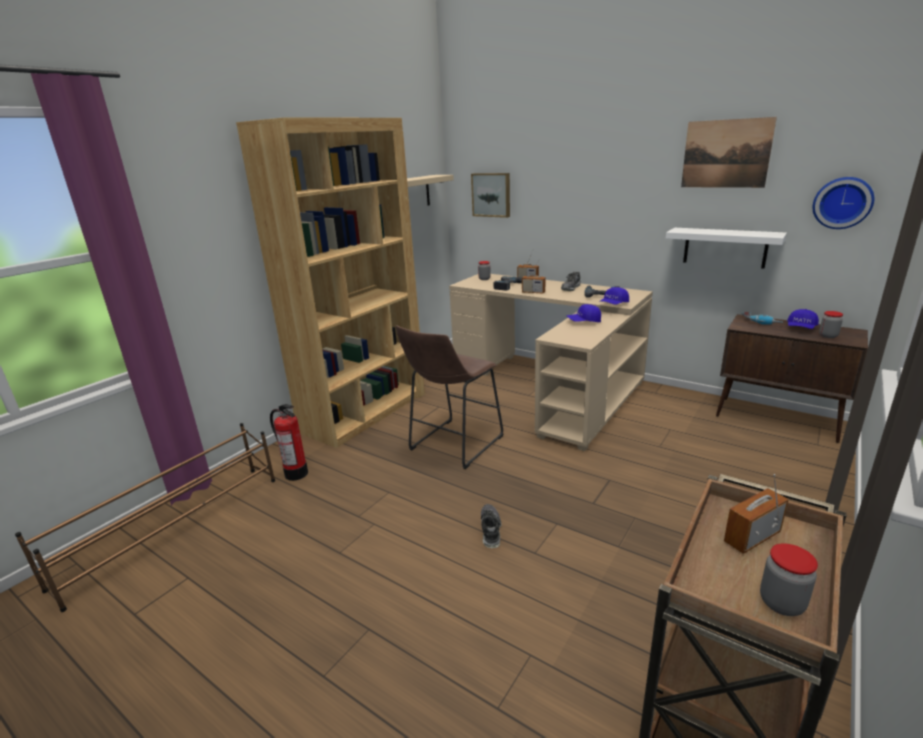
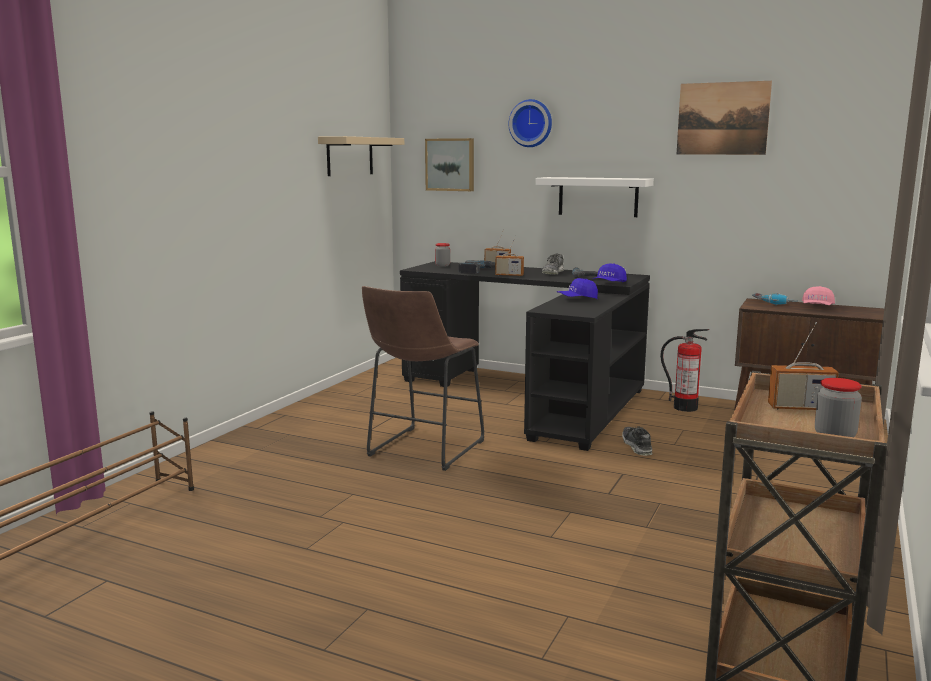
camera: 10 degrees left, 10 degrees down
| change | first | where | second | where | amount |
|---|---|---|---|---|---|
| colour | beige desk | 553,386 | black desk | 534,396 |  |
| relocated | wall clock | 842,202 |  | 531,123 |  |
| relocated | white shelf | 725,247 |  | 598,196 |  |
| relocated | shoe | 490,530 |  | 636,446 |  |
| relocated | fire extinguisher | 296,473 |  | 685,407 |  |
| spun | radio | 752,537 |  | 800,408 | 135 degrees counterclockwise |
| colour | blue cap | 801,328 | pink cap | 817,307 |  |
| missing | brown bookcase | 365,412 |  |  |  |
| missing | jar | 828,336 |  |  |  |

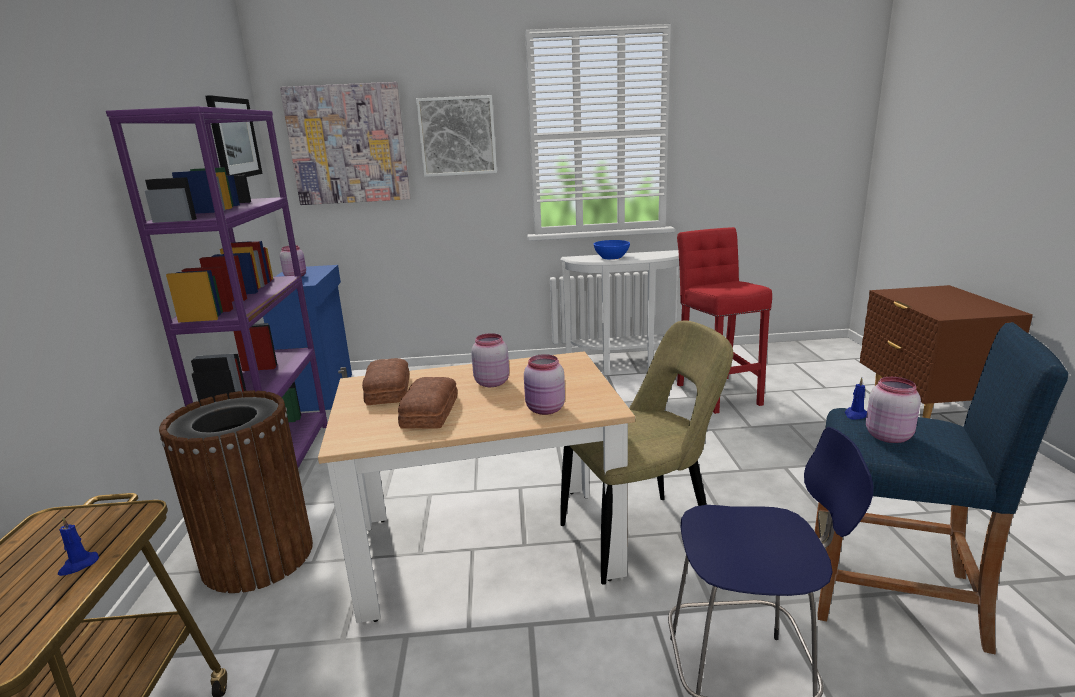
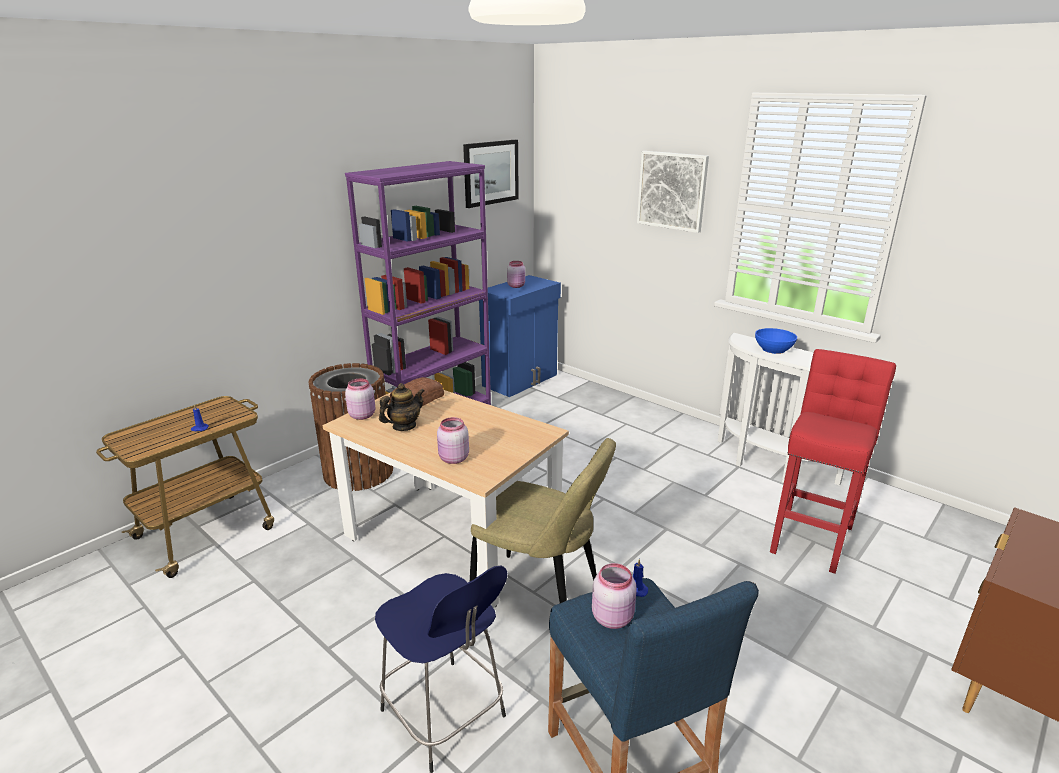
camera: 45 degrees right, 5 degrees up
| change | first | where | second | where | amount |
|---|---|---|---|---|---|
| relocated | pink jar | 491,382 |  | 362,415 |  |
| exchanged | bread | 428,412 | teapot | 404,426 |  |
| missing | picture | 348,144 |  |  |  |

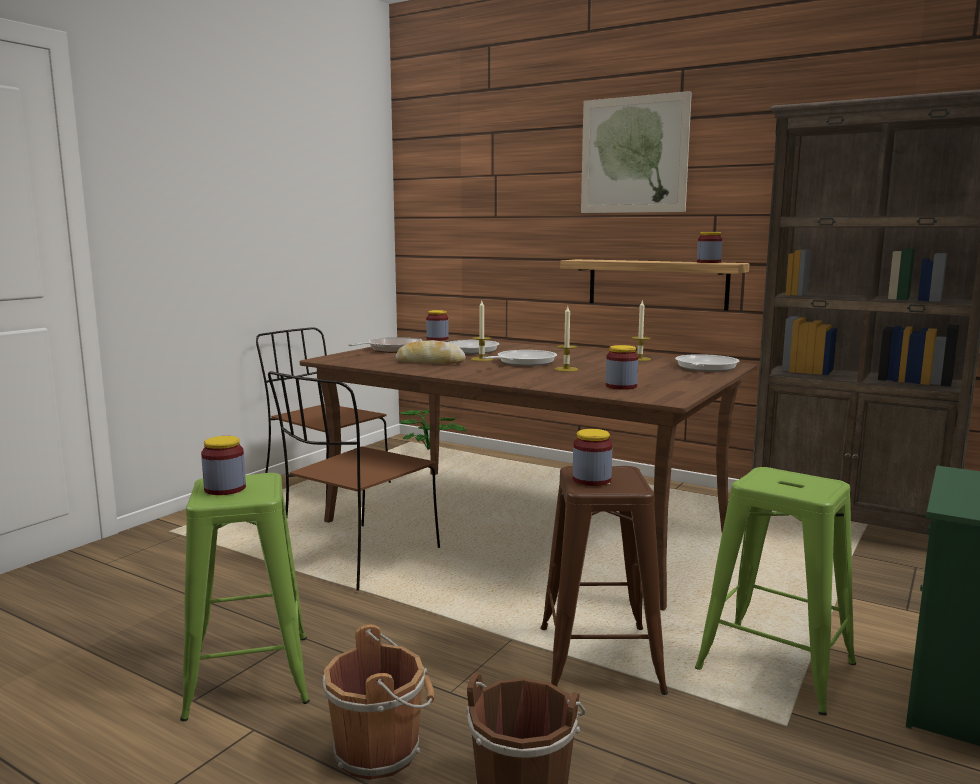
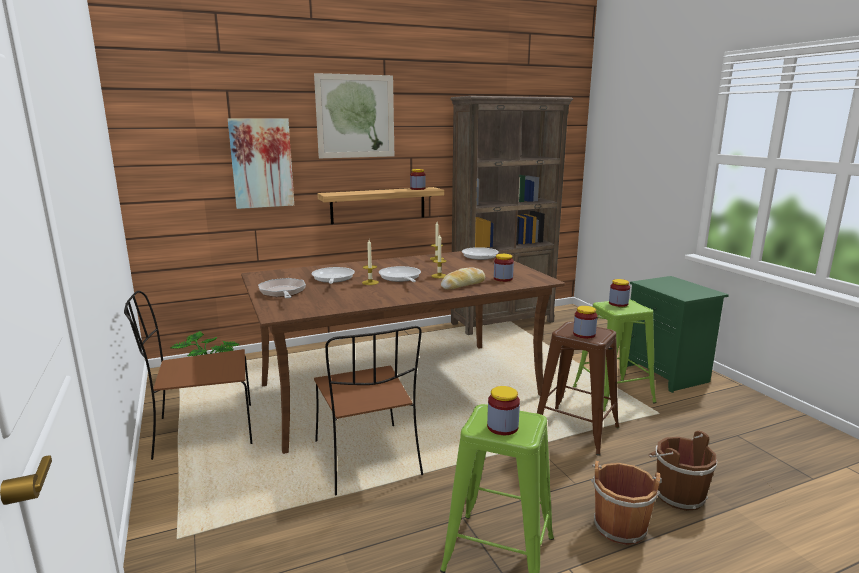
camera: 55 degrees left, 5 degrees up
| change | first | where | second | where | amount |
|---|---|---|---|---|---|
| appeared |  |  | picture | 261,163 |  |
| relocated | bread | 430,362 |  | 463,284 |  |
| relocated | jar | 437,339 |  | 618,304 |  |

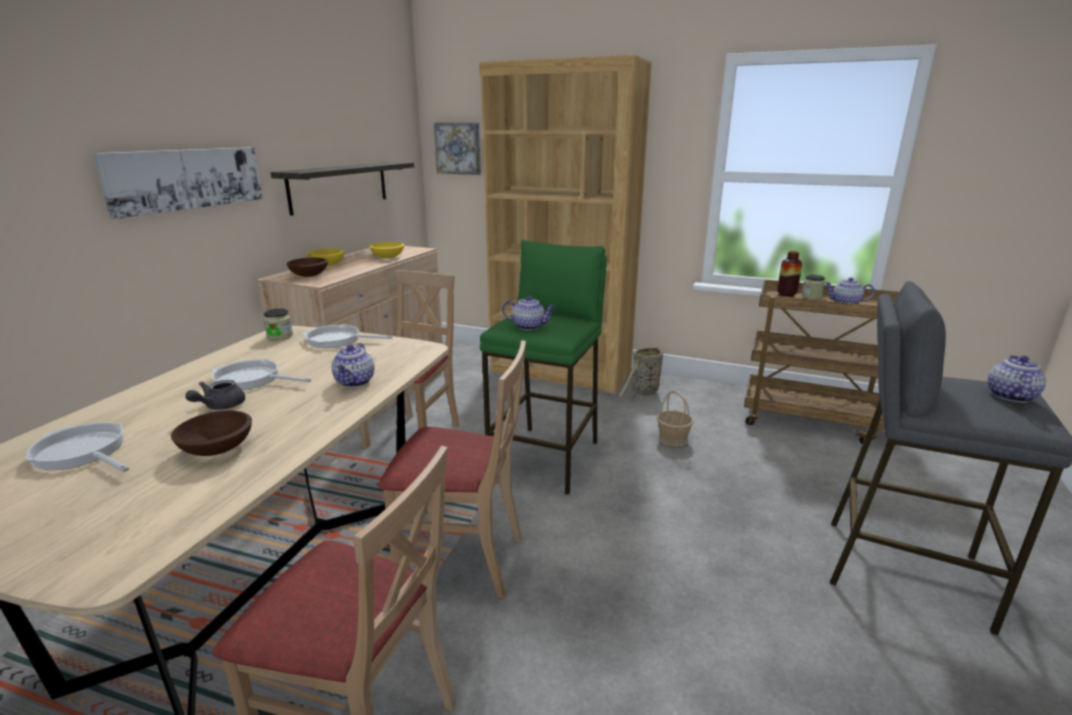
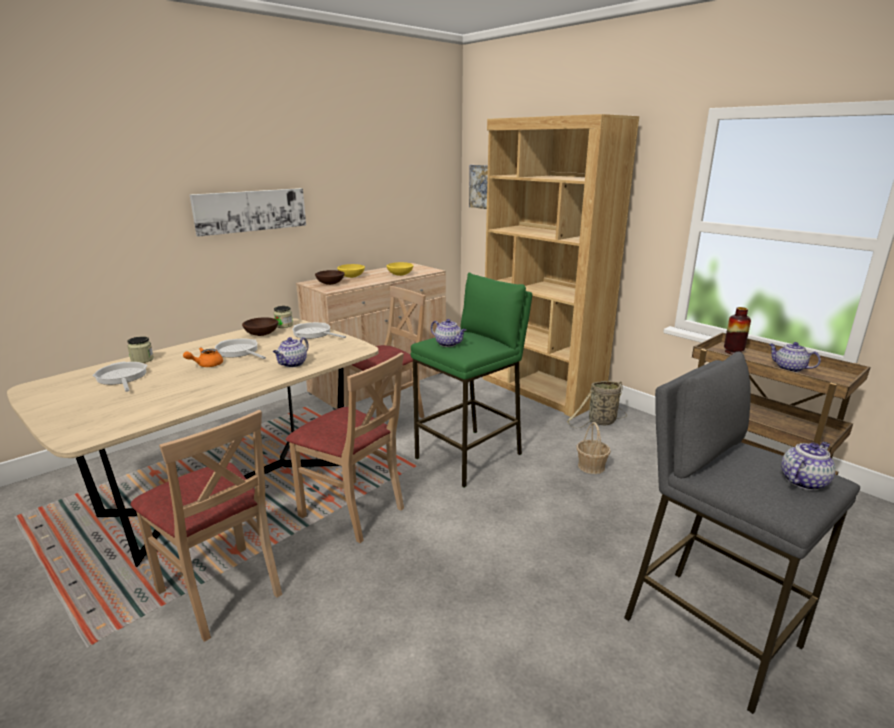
camera: 25 degrees right, 0 degrees up
| change | first | where | second | where | amount |
|---|---|---|---|---|---|
| relocated | jar | 811,296 |  | 142,360 |  |
| colour | grey teapot | 219,406 | orange teapot | 206,365 |  |
| relocated | brown bowl | 217,448 |  | 261,334 |  |
| missing | shelf | 339,186 |  |  |  |

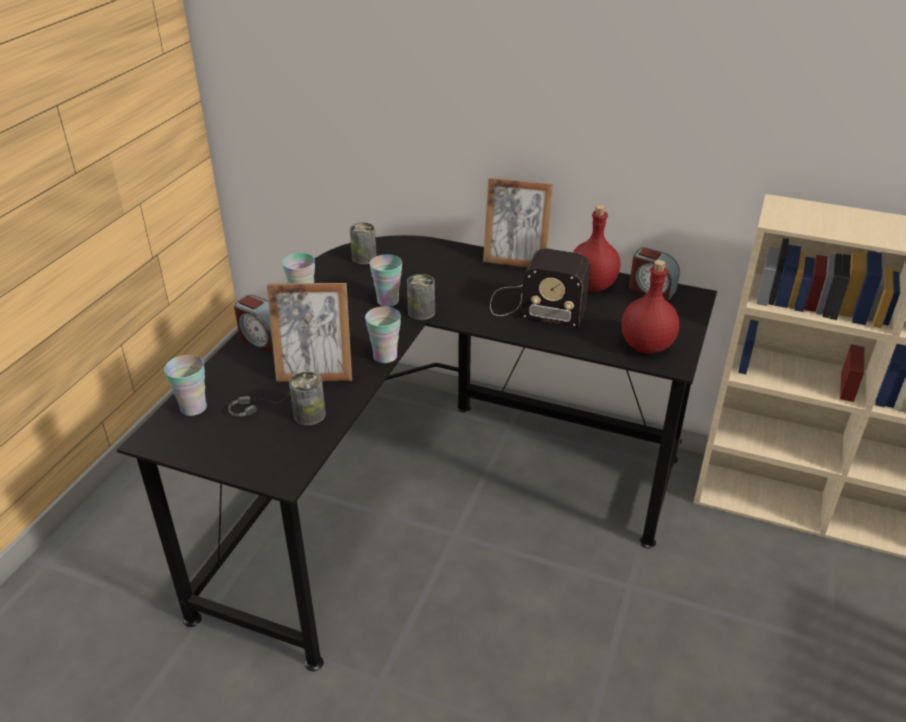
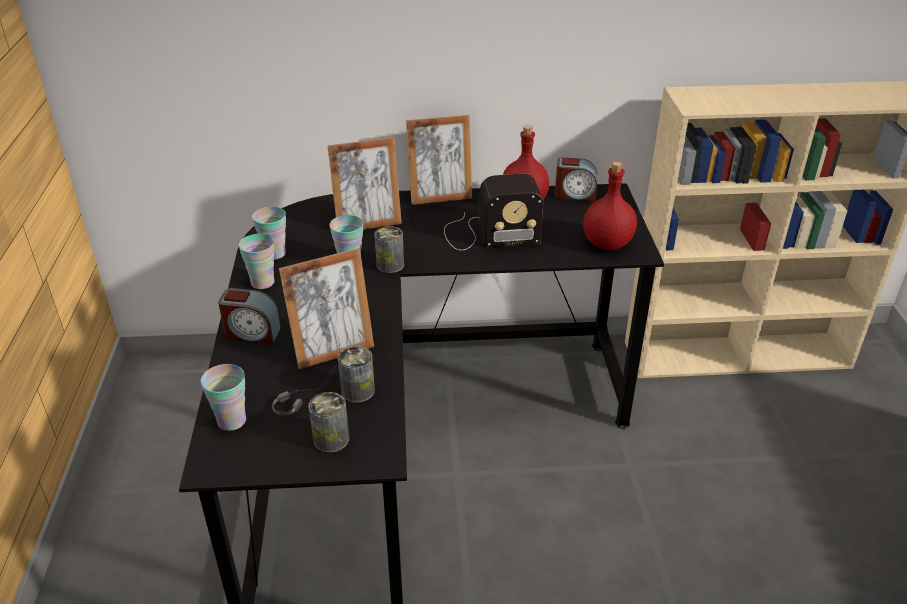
camera: 25 degrees left, 0 degrees up
| change | first | where | second | where | amount |
|---|---|---|---|---|---|
| relocated | cup | 385,356 |  | 274,254 |  |
| relocated | can | 364,258 |  | 331,439 |  |
| appeared |  |  | picture frame | 368,223 |  |

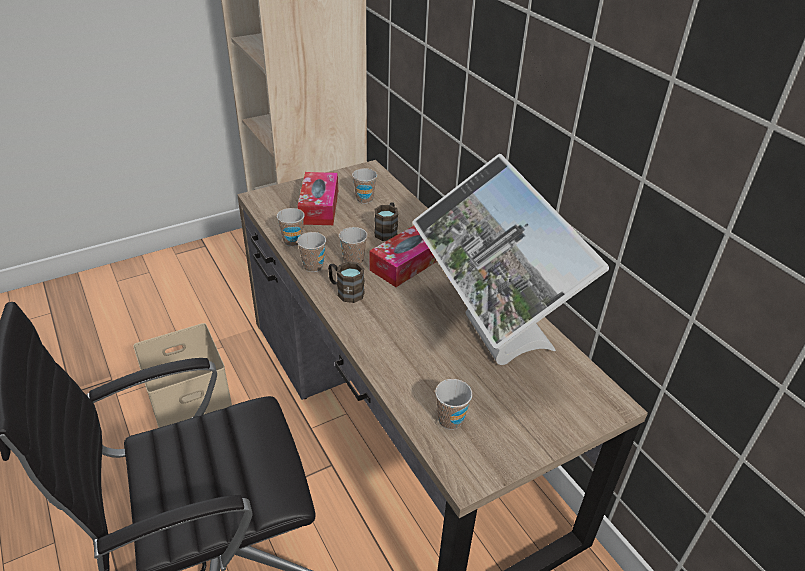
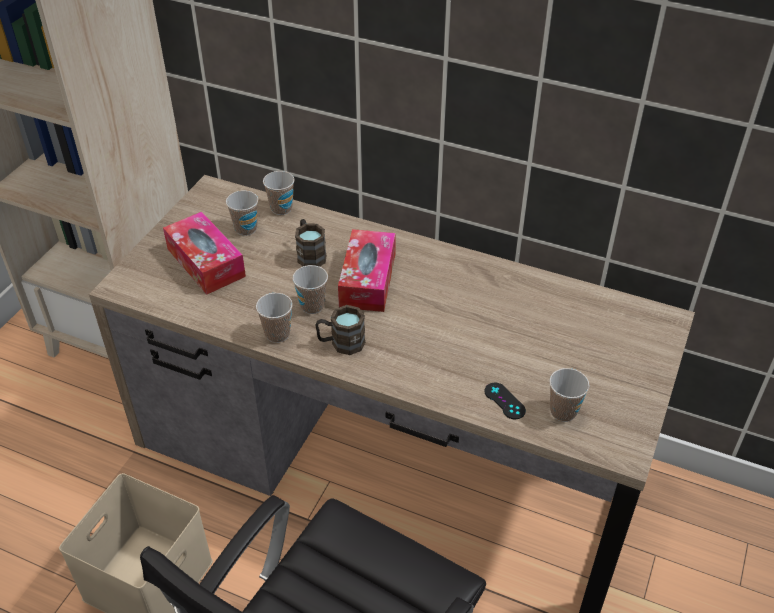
camera: 35 degrees left, 5 degrees up
| change | first | where | second | where | amount |
|---|---|---|---|---|---|
| relocated | cup | 292,241 |  | 281,208 |  |
| appeared |  |  | black game controller | 504,401 |  |
| missing | monitor | 488,339 |  |  |  |

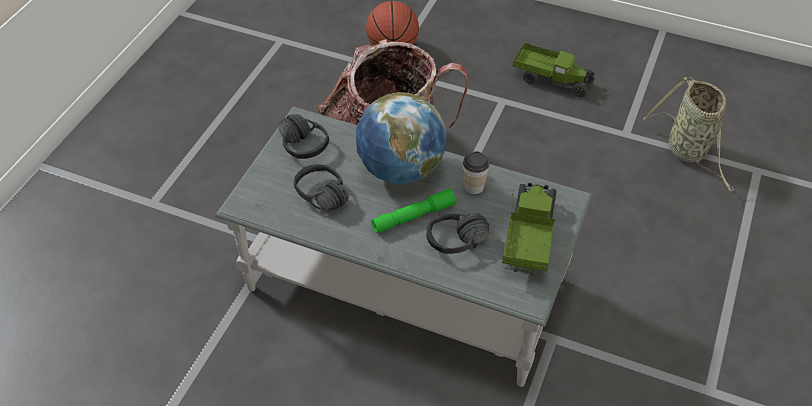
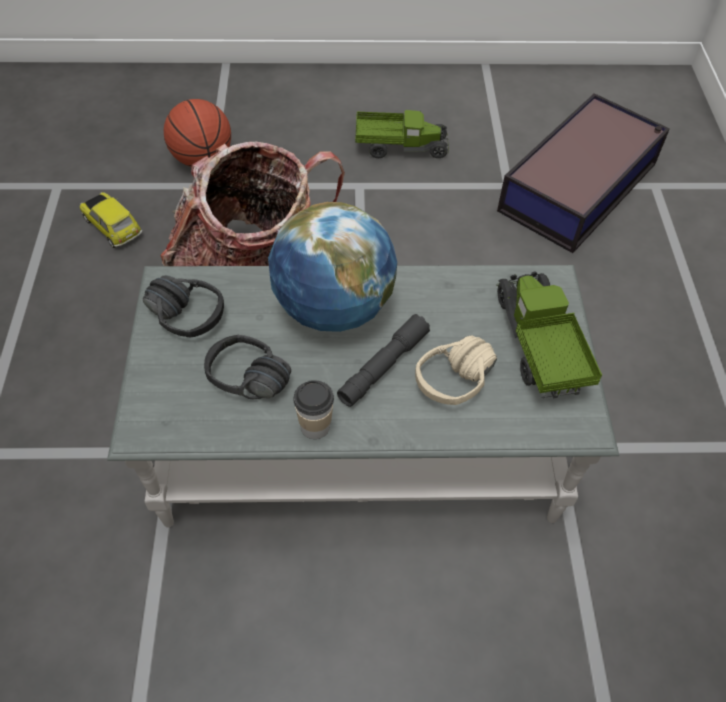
camera: 25 degrees left, 5 degrees up
| change | first | where | second | where | amount |
|---|---|---|---|---|---|
| appeared |  |  | toy car | 114,226 |  |
| relocated | cup | 474,187 |  | 315,426 |  |
| colour | green flashlight | 413,216 | grey flashlight | 383,366 |  |
| colour | black headphones | 460,248 | beige headphones | 464,388 |  |
| exchanged | basket | 688,152 | storage box | 580,186 |  |

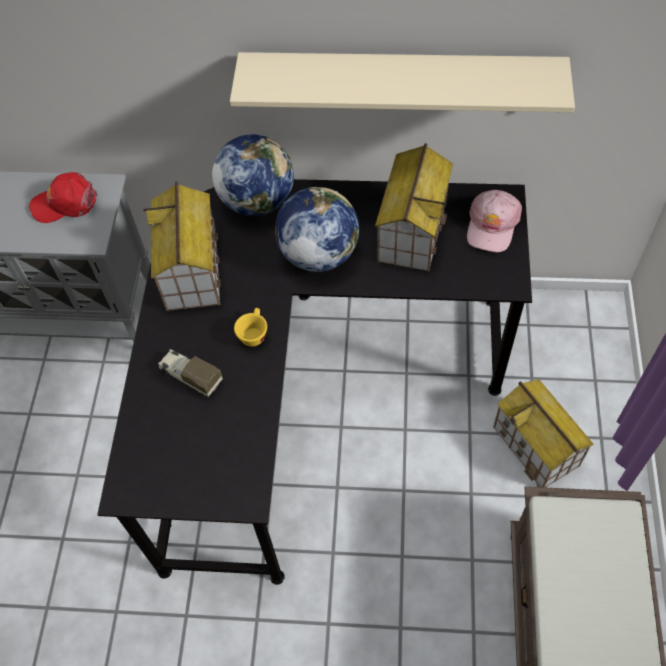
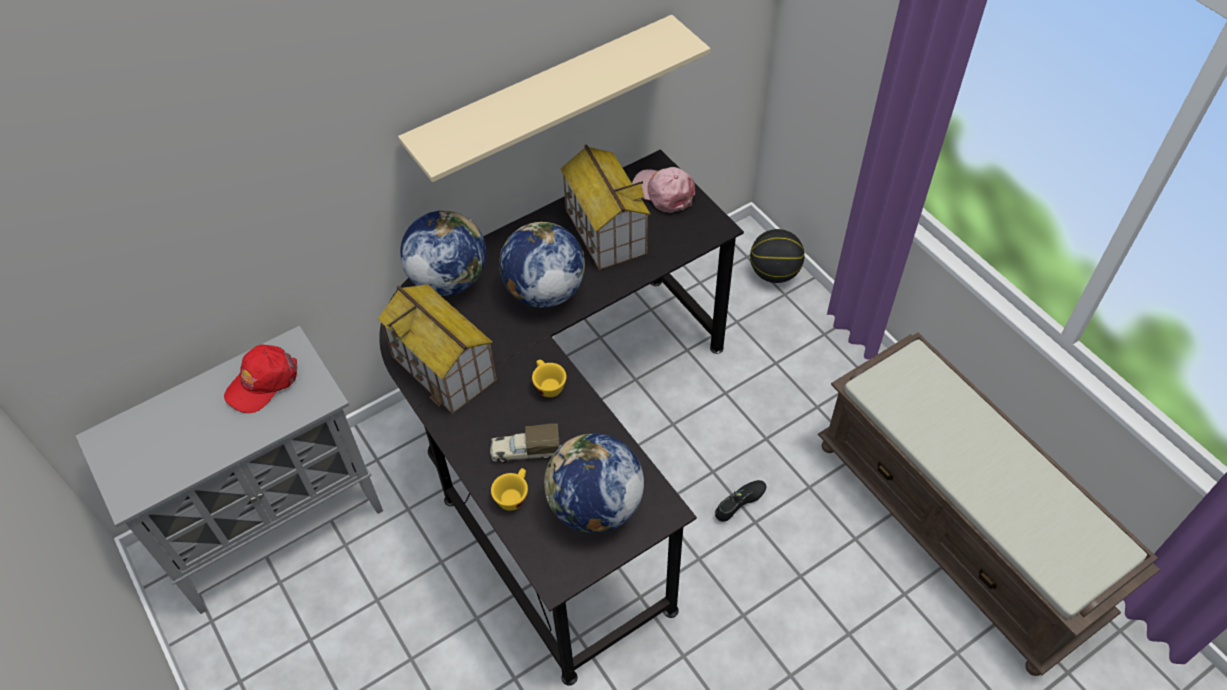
camera: 40 degrees left, 5 degrees down
| change | first | where | second | where | amount |
|---|---|---|---|---|---|
| appeared |  |  | yellow cup | 513,495 |  |
| appeared |  |  | globe | 594,507 |  |
| spun | pink cap | 492,225 |  | 664,192 | 150 degrees clockwise |
| appeared |  |  | black shoe | 740,504 |  |
| appeared |  |  | basketball | 774,273 |  |
| missing | toy house | 536,446 |  |  |  |

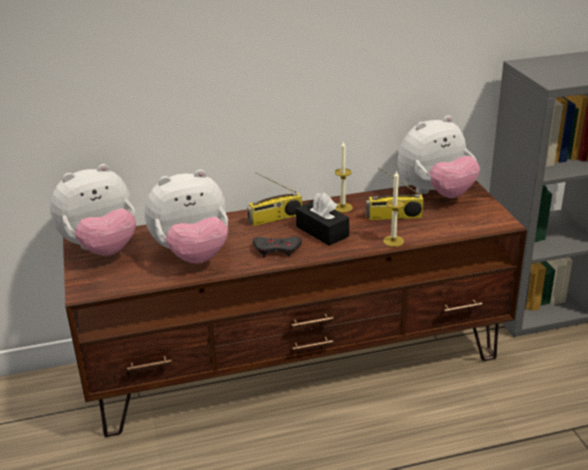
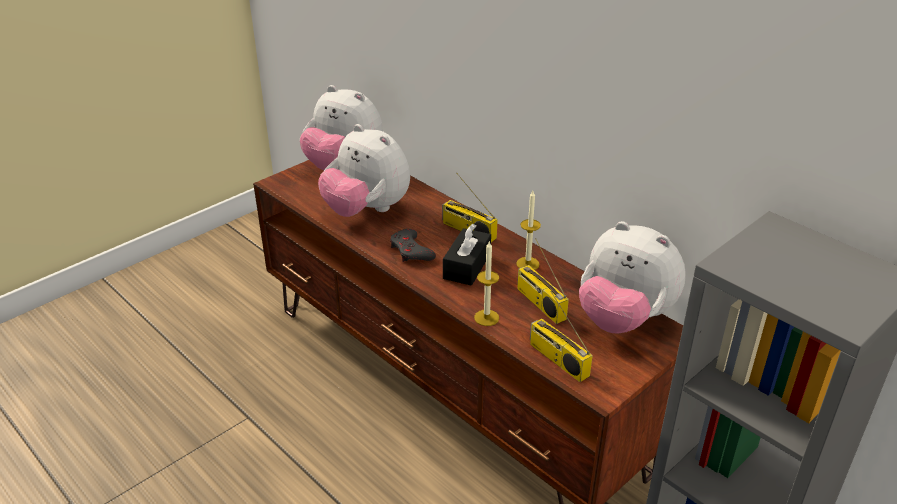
camera: 60 degrees right, 5 degrees up
| change | first | where | second | where | amount |
|---|---|---|---|---|---|
| appeared |  |  | radio | 557,359 |  |

